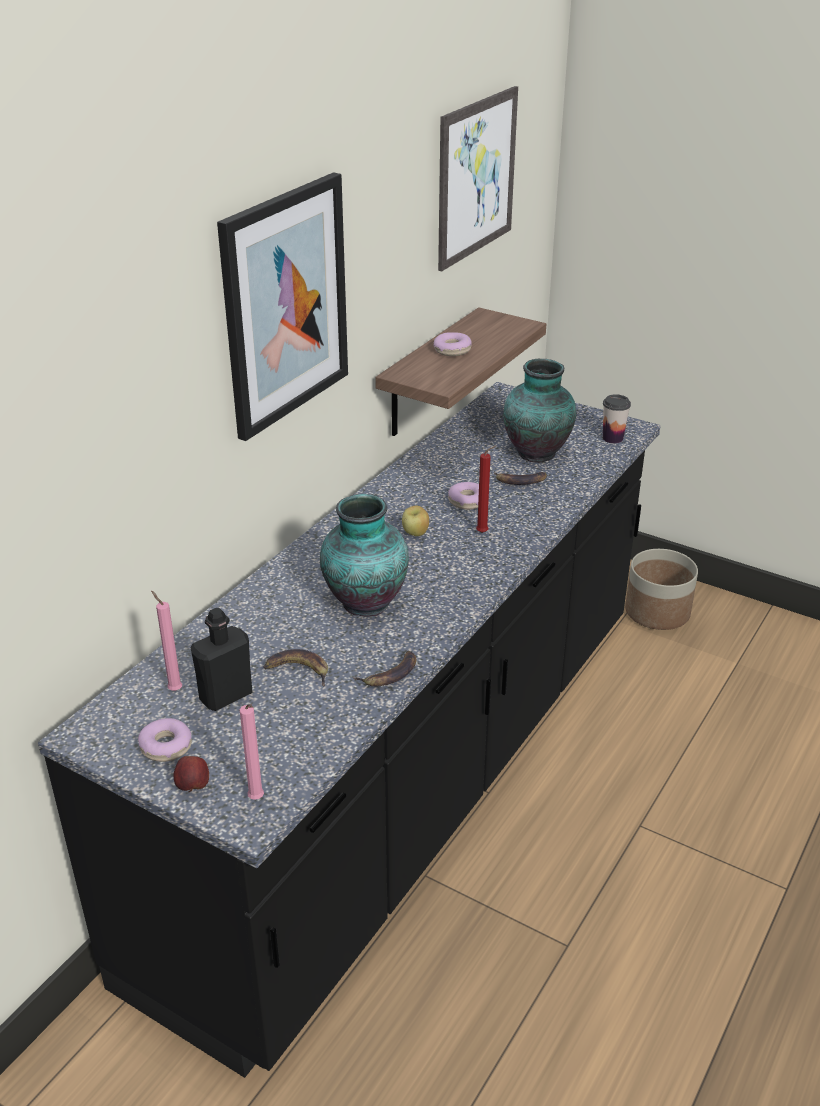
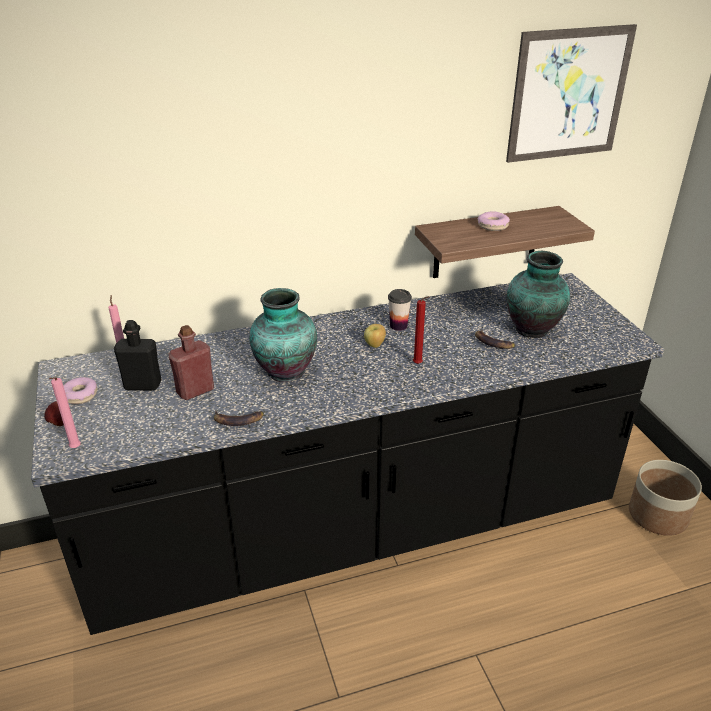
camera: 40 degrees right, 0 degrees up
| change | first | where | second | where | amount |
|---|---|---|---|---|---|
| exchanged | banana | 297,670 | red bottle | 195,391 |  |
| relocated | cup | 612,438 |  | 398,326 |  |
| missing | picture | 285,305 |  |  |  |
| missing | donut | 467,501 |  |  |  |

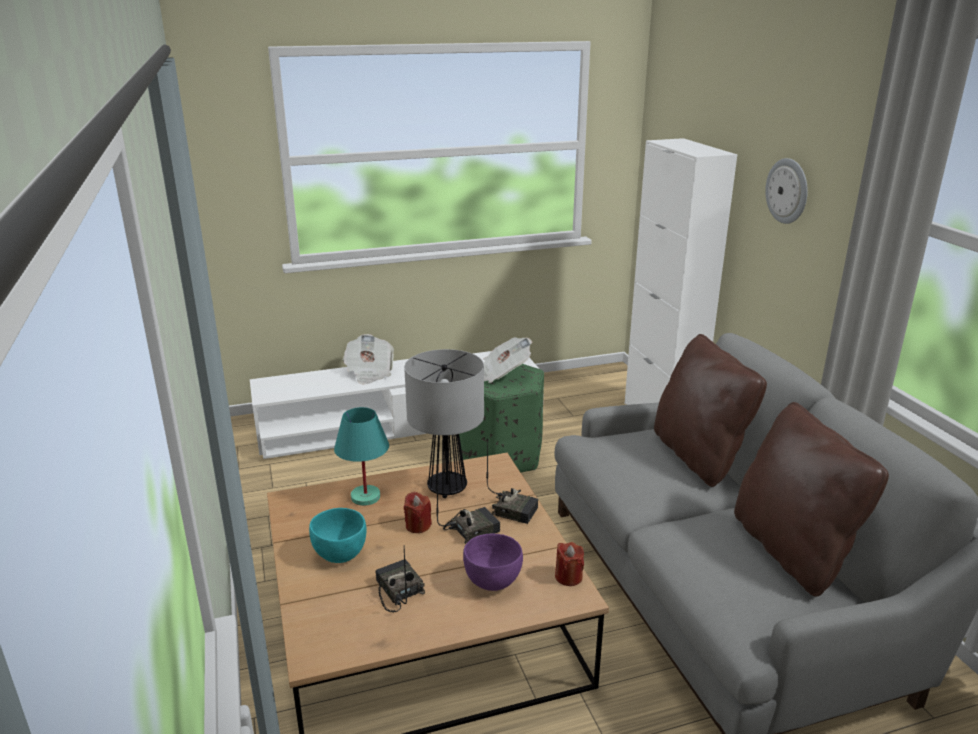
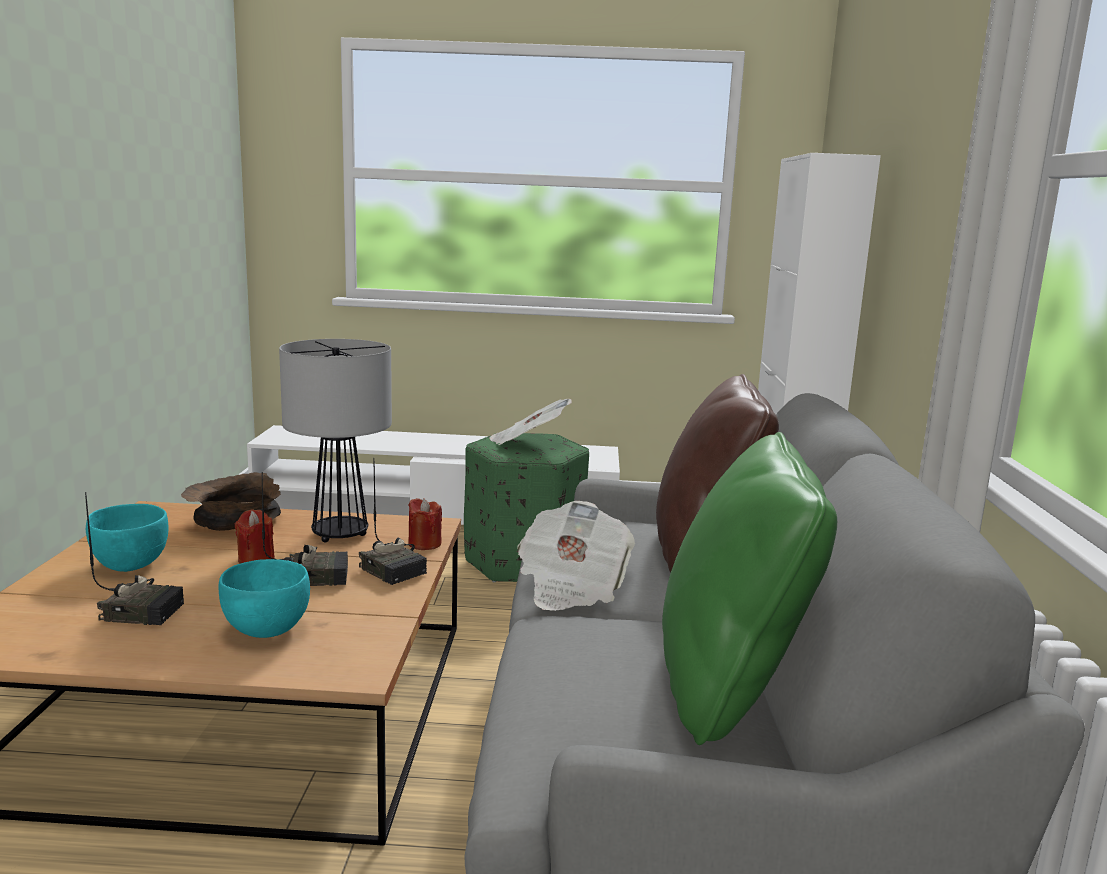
camera: 20 degrees right, 10 degrees down
| change | first | where | second | where | amount |
|---|---|---|---|---|---|
| spun | radio | 397,590 |  | 142,610 | 105 degrees clockwise |
| exchanged | turquoise table lamp | 365,497 | brown bowl | 234,524 |  |
| colour | purple bowl | 493,582 | turquoise bowl | 267,630 |  |
| relocated | red candle | 568,577 |  | 424,544 |  |
| relocated | newspaper | 369,372 |  | 571,586 |  |
| colour | brown pillow | 792,551 | green pillow | 730,684 |  |
| missing | wall clock | 787,191 |  |  |  |

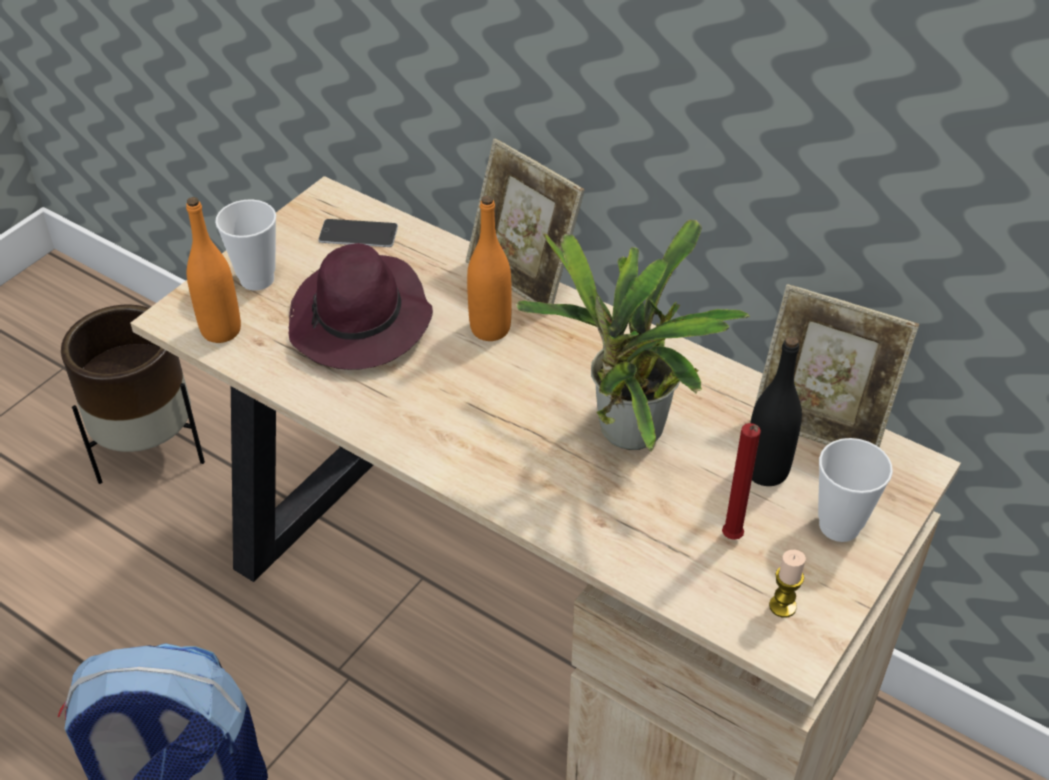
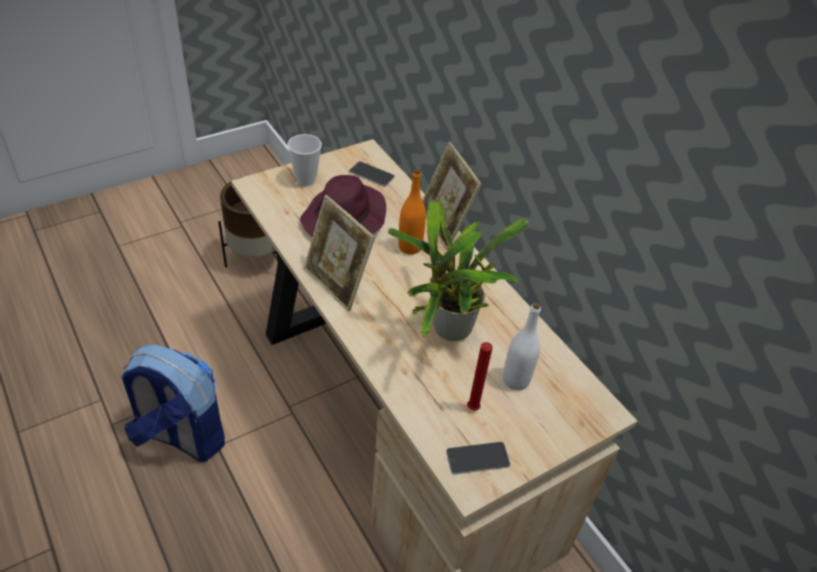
camera: 20 degrees right, 0 degrees up
| change | first | where | second | where | amount |
|---|---|---|---|---|---|
| relocated | picture frame | 819,425 |  | 337,284 |  |
| exchanged | candle | 782,606 | phone | 477,458 |  |
| colour | black bottle | 766,471 | white bottle | 515,380 |  |
| missing | orange bottle | 221,330 |  |  |  |
| missing | cup | 839,526 |  |  |  |

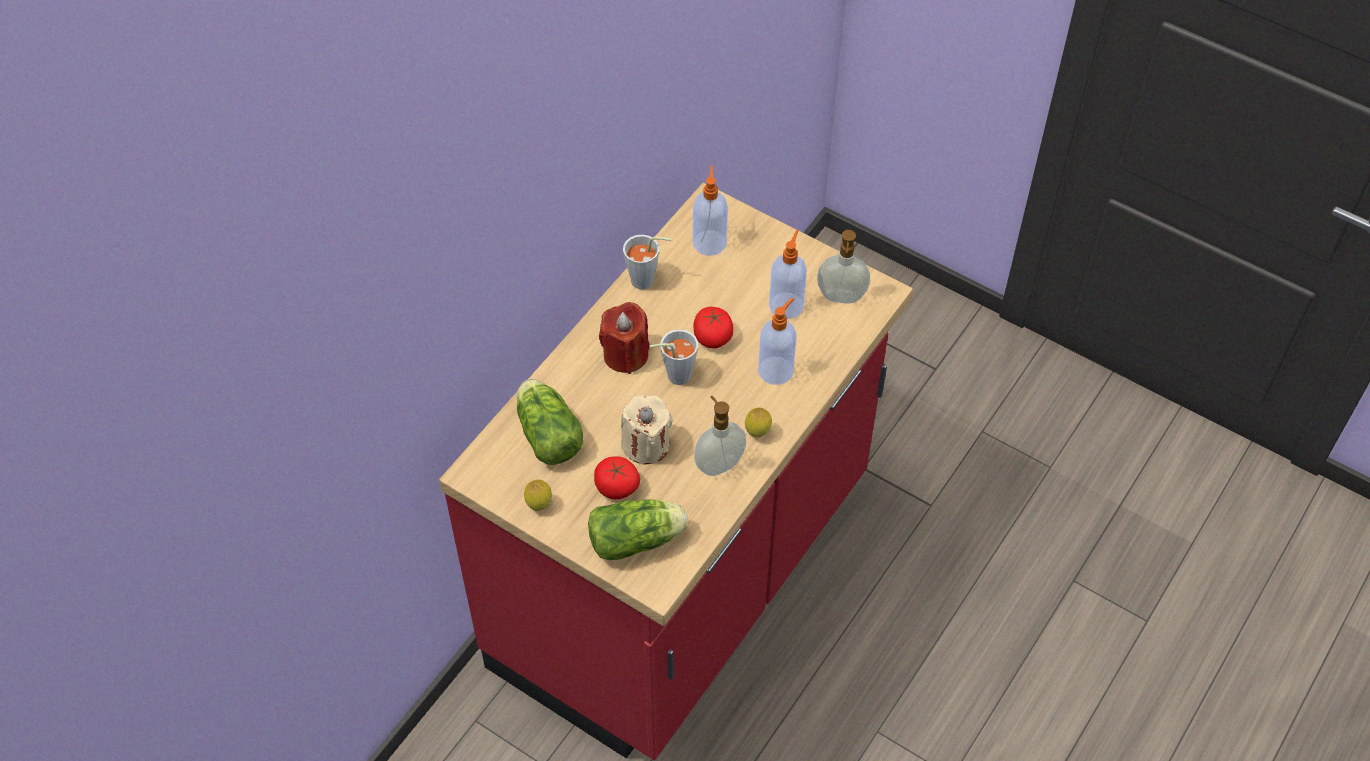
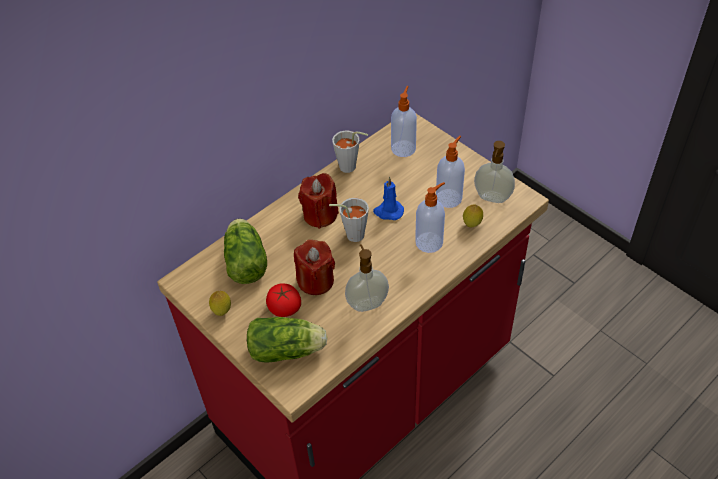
camera: 15 degrees right, 5 degrees down
| change | first | where | second | where | amount |
|---|---|---|---|---|---|
| colour | beige candle | 646,445 | red candle | 316,281 |  |
| exchanged | tomato | 713,336 | blue candle | 388,211 |  |
| relocated | lemon | 757,433 |  | 472,225 |  |

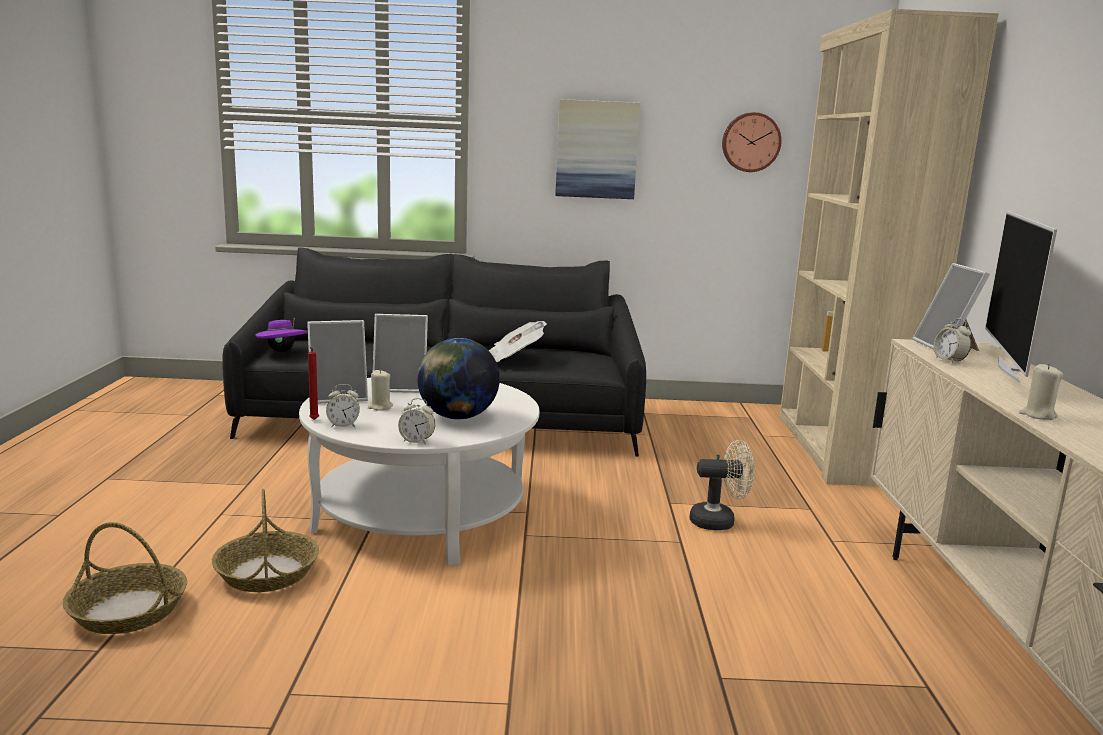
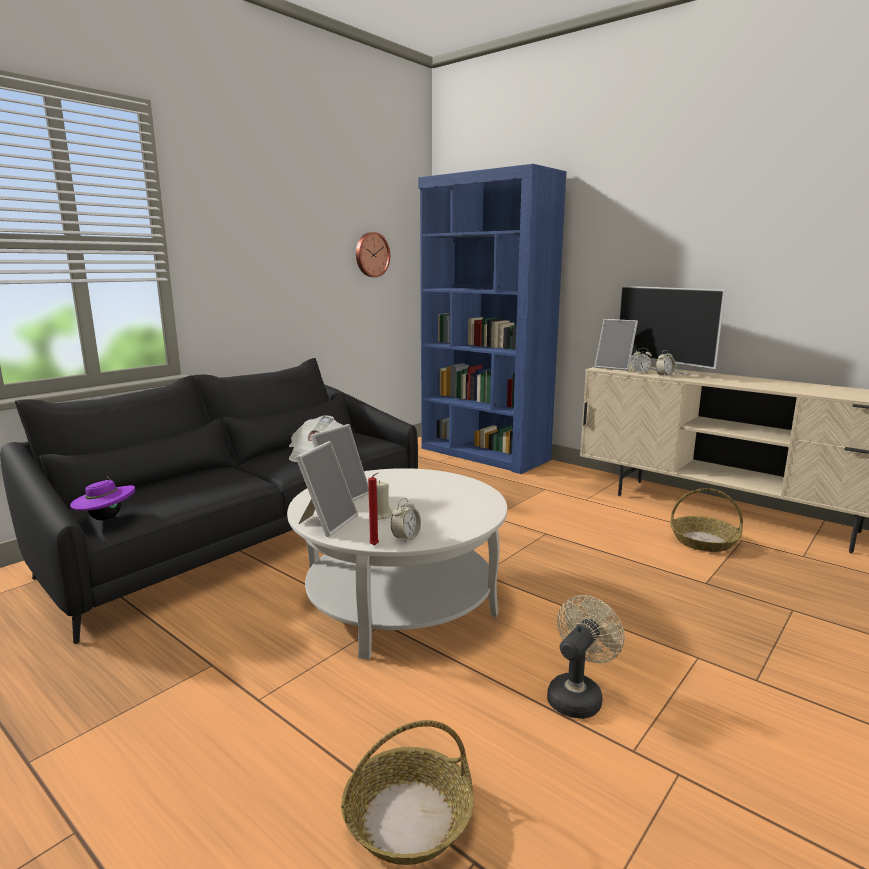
camera: 50 degrees left, 0 degrees up
| change | first | where | second | where | amount |
|---|---|---|---|---|---|
| colour | beige bookcase | 840,449 | blue bookcase | 484,454 |  |
| relocated | beige fan | 719,521 |  | 578,695 |  |
| relocated | alarm clock | 417,441 |  | 664,375 |  |
| relocated | basket | 266,572 |  | 703,541 |  |
| missing | globe | 457,417 |  |  |  |
| missing | picture | 596,149 |  |  |  |
| missing | beige candle | 1037,415 |  |  |  |

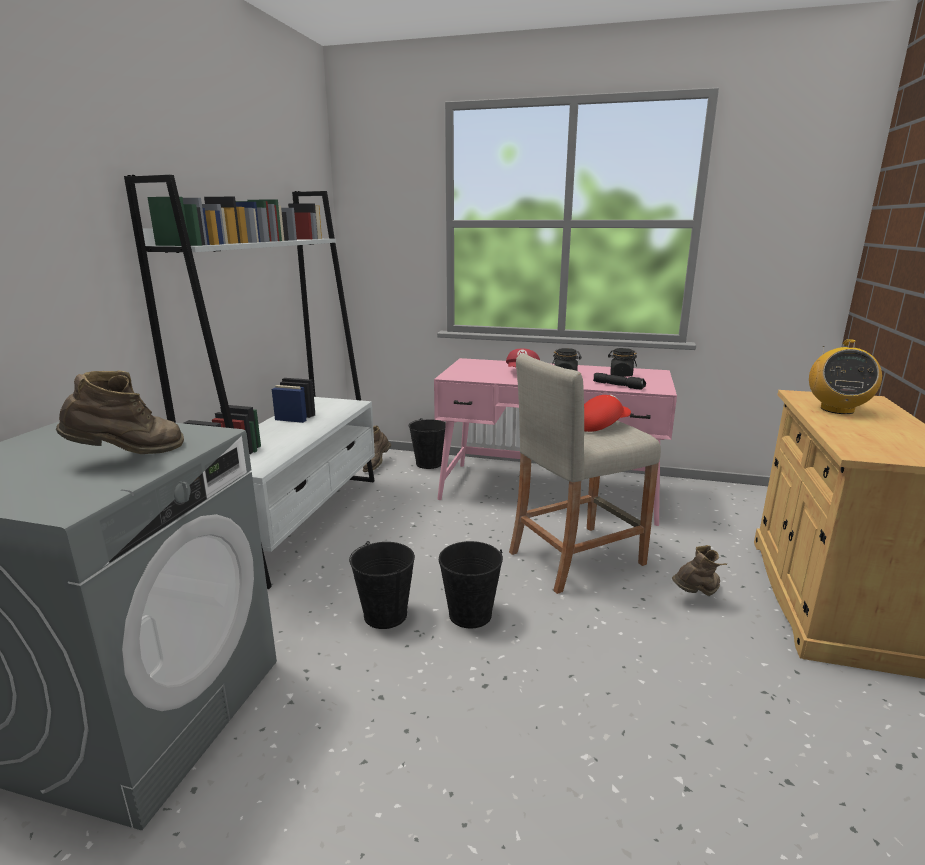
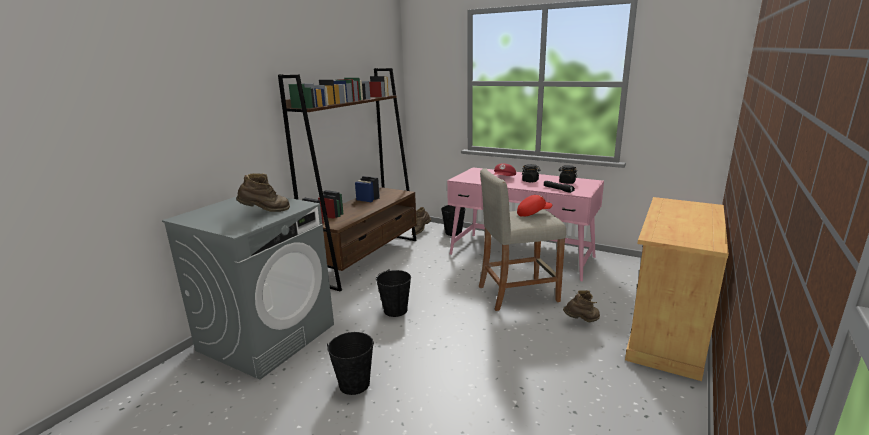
camera: 15 degrees right, 0 degrees up
| change | first | where | second | where | amount |
|---|---|---|---|---|---|
| colour | white bookcase | 299,521 | brown bookcase | 366,259 |  |
| relocated | black bucket | 470,614 |  | 354,384 |  |
| missing | radio | 836,409 |  |  |  |

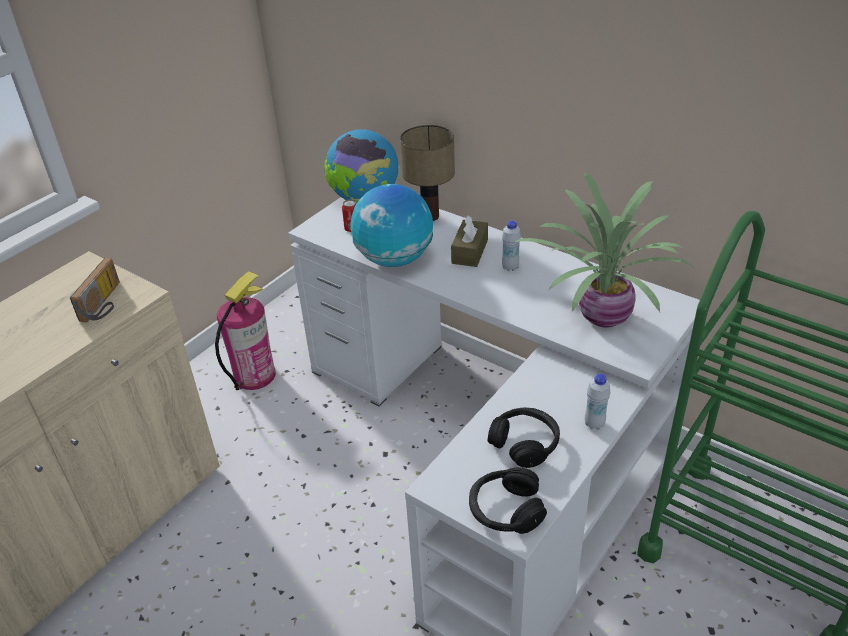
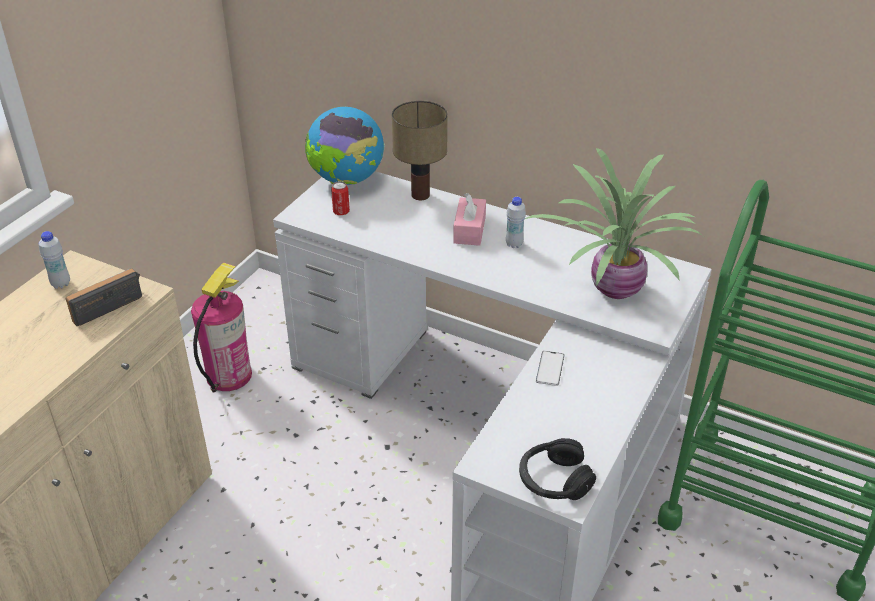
camera: 10 degrees left, 0 degrees up
| change | first | where | second | where | amount |
|---|---|---|---|---|---|
| relocated | white bottle | 594,424 |  | 61,284 |  |
| spun | radio | 105,303 |  | 107,305 | 135 degrees counterclockwise |
| colour | brown tissue box | 469,251 | pink tissue box | 469,230 |  |
| appeared |  |  | phone | 550,368 |  |
| missing | globe | 394,259 |  |  |  |
| missing | black headphones | 525,443 |  |  |  |

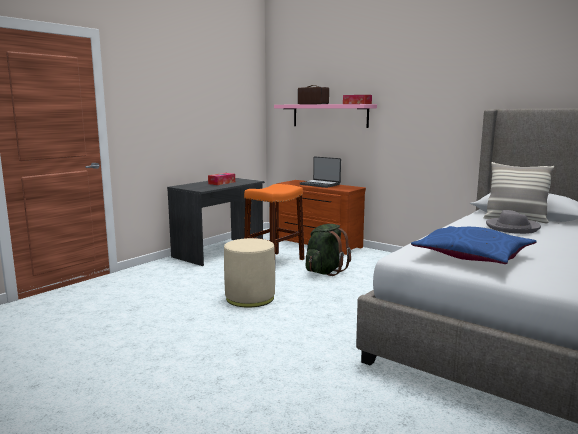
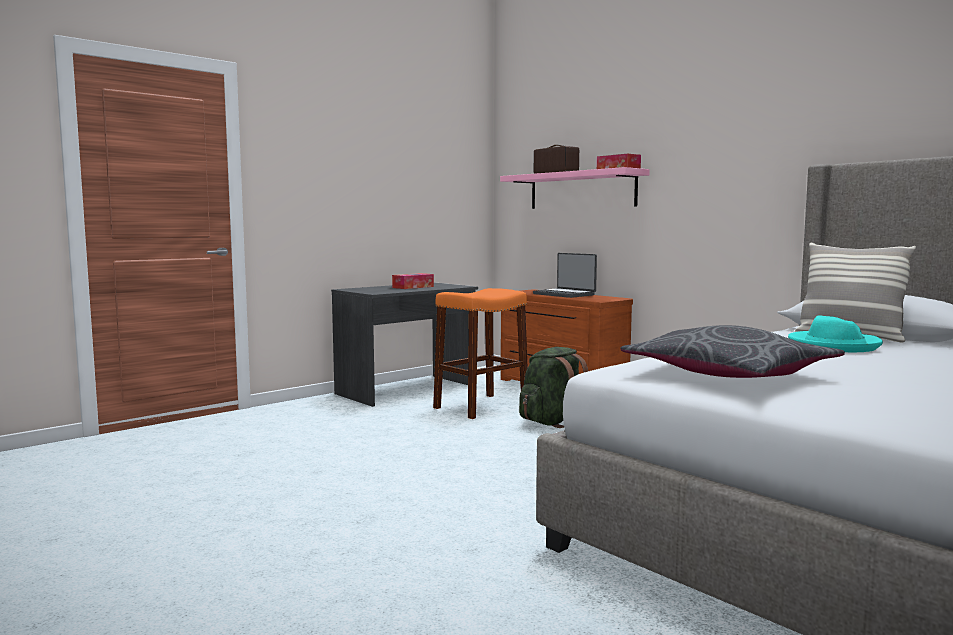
camera: 10 degrees right, 5 degrees down
| change | first | where | second | where | amount |
|---|---|---|---|---|---|
| colour | blue pillow | 473,256 | grey pillow | 729,374 |  |
| colour | grey hat | 512,228 | turquoise hat | 833,345 |  |
| missing | beige ottoman | 250,298 |  |  |  |

